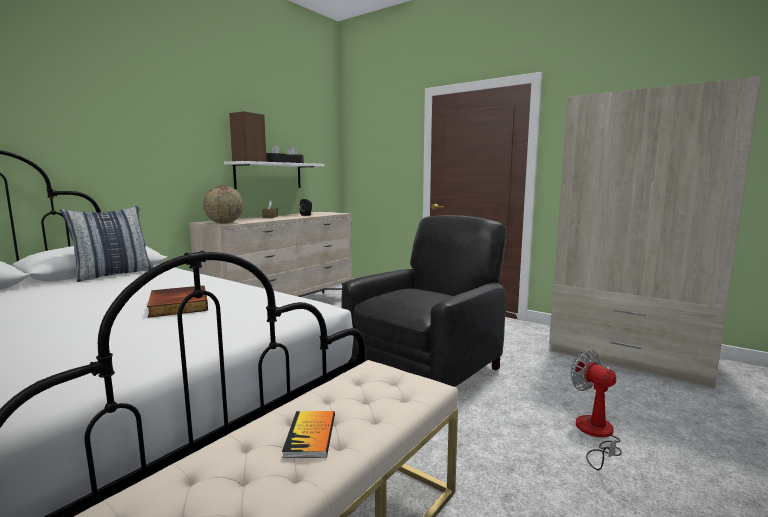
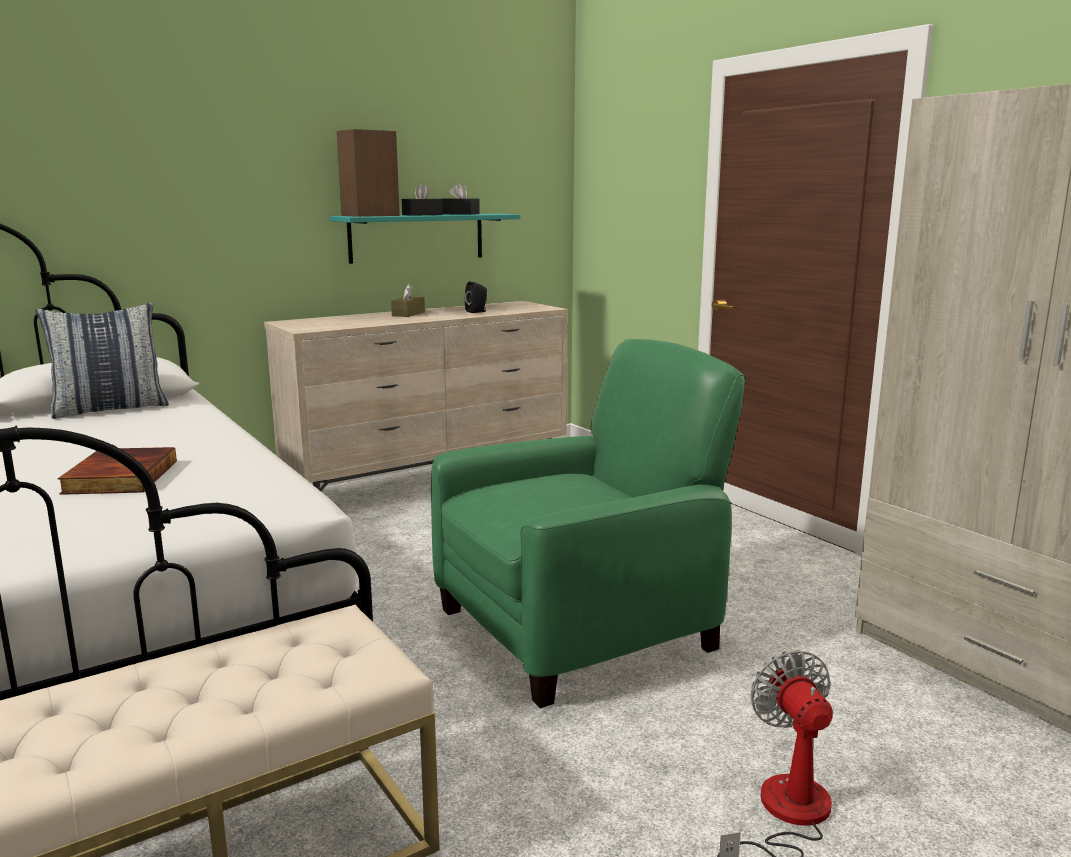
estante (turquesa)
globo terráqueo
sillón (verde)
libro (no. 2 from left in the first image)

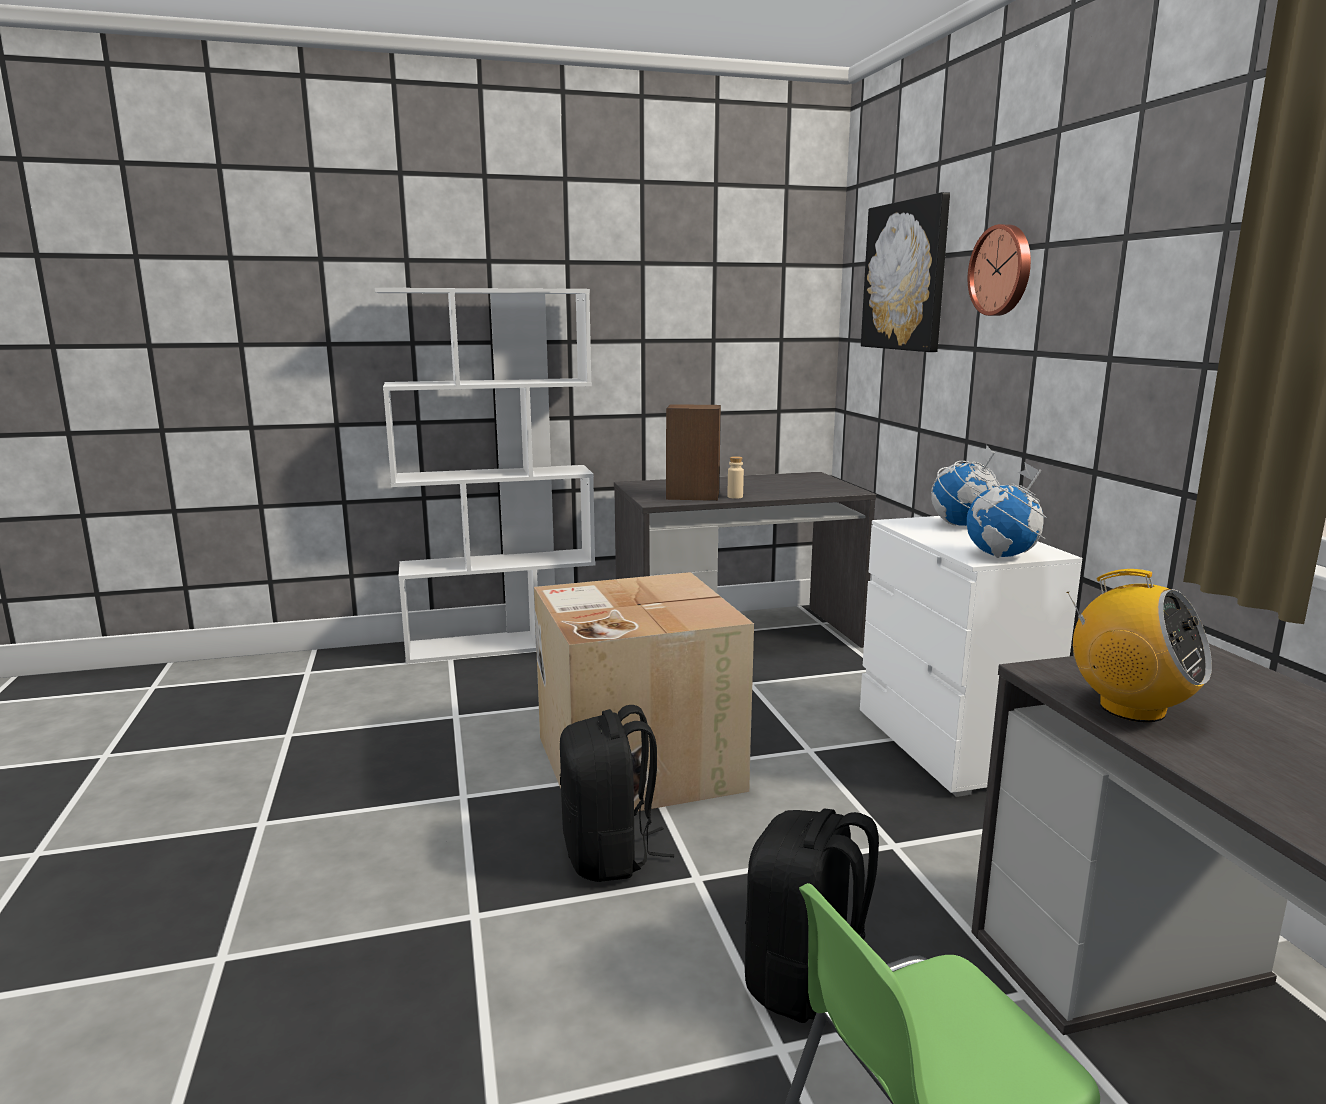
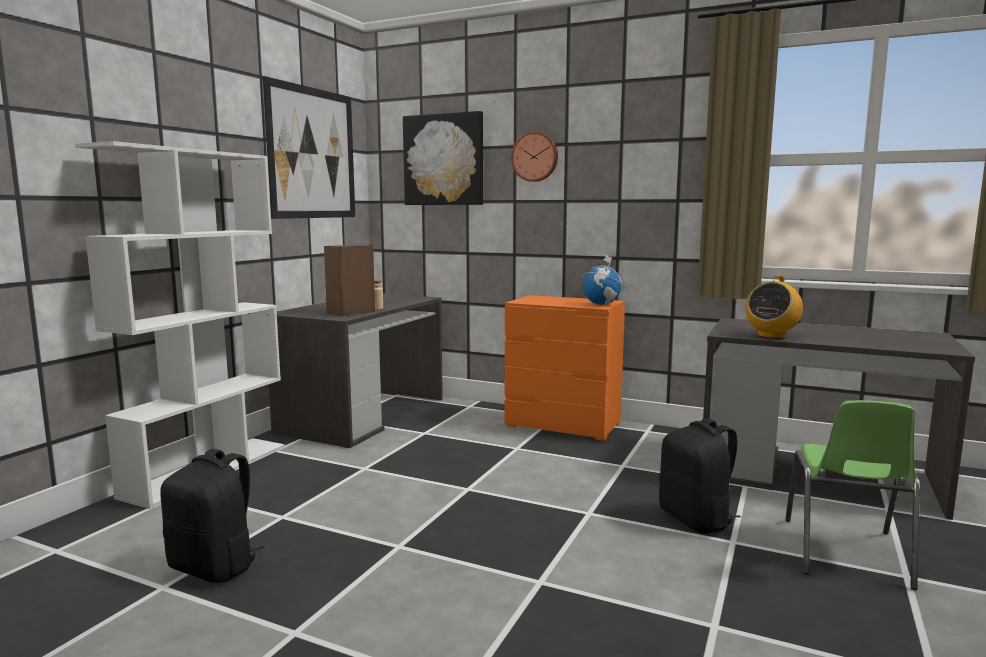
globo terráqueo (no. 1 from left in the first image)
cómoda (naranja)
radio
caja de cartón
mochila (negro) (no. 1 from left)
cuadro (no. 1 from left)

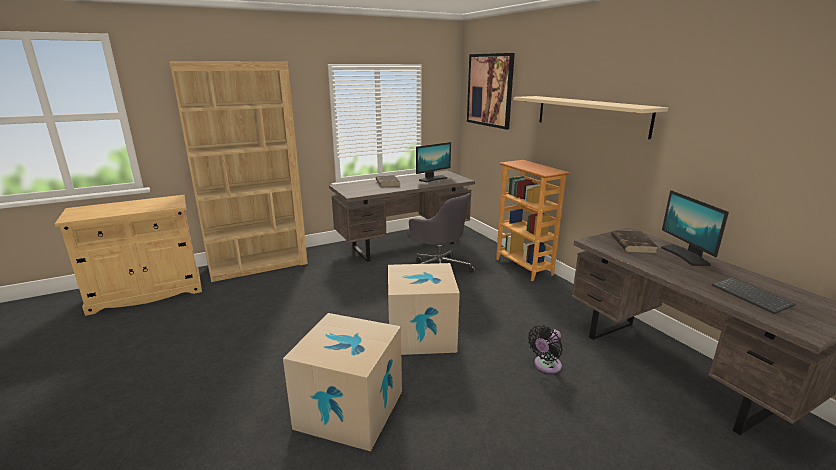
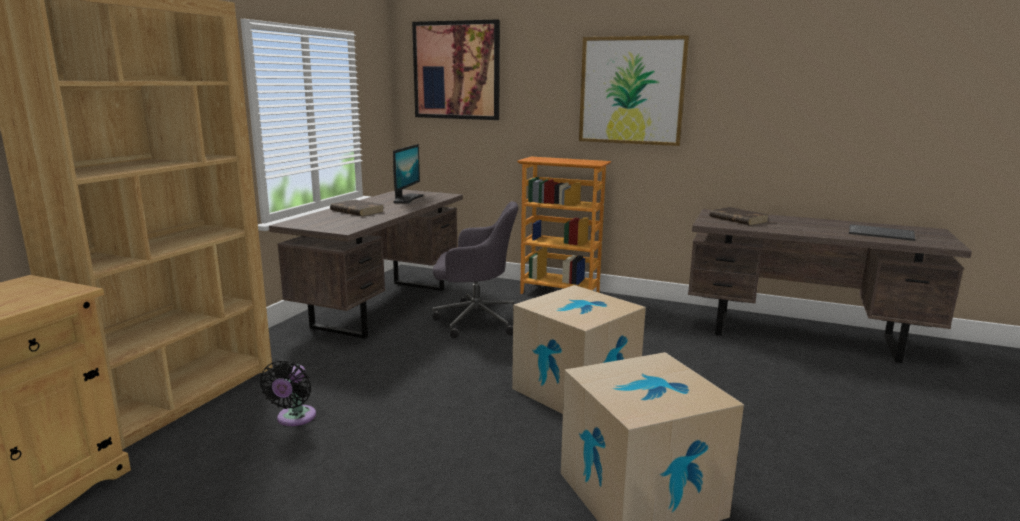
cuadro (no. 2 from left)
monitor (no. 2 from left in the first image)
ventilador (negro)

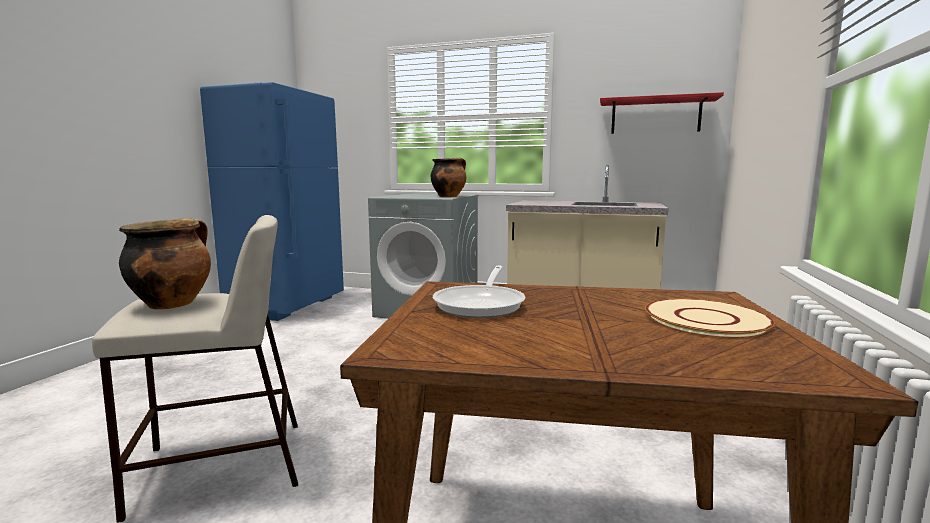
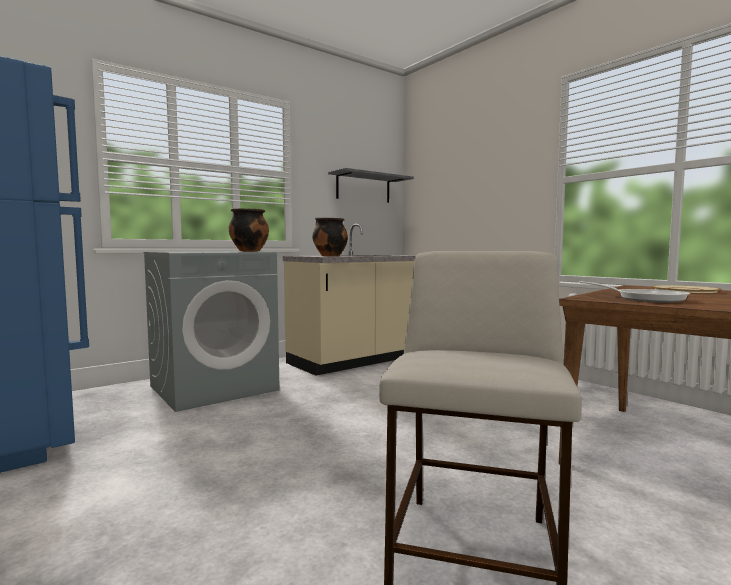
estante (gris)
olla (no. 2 from left)

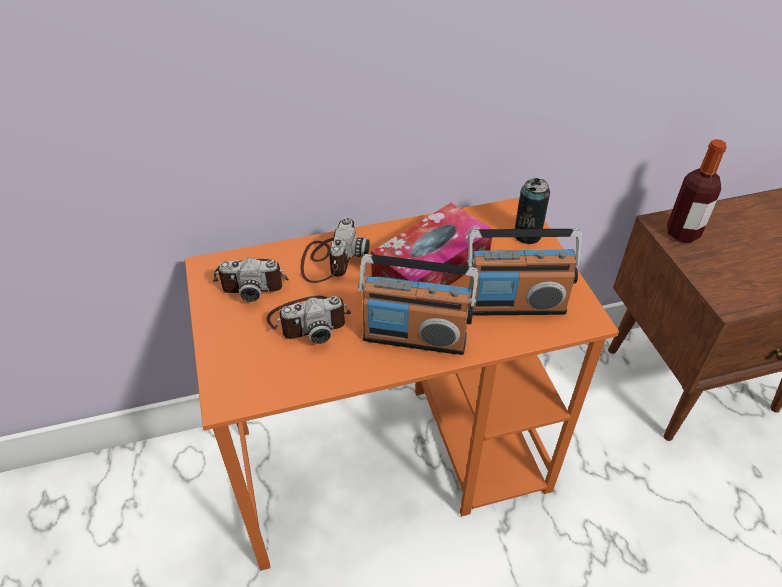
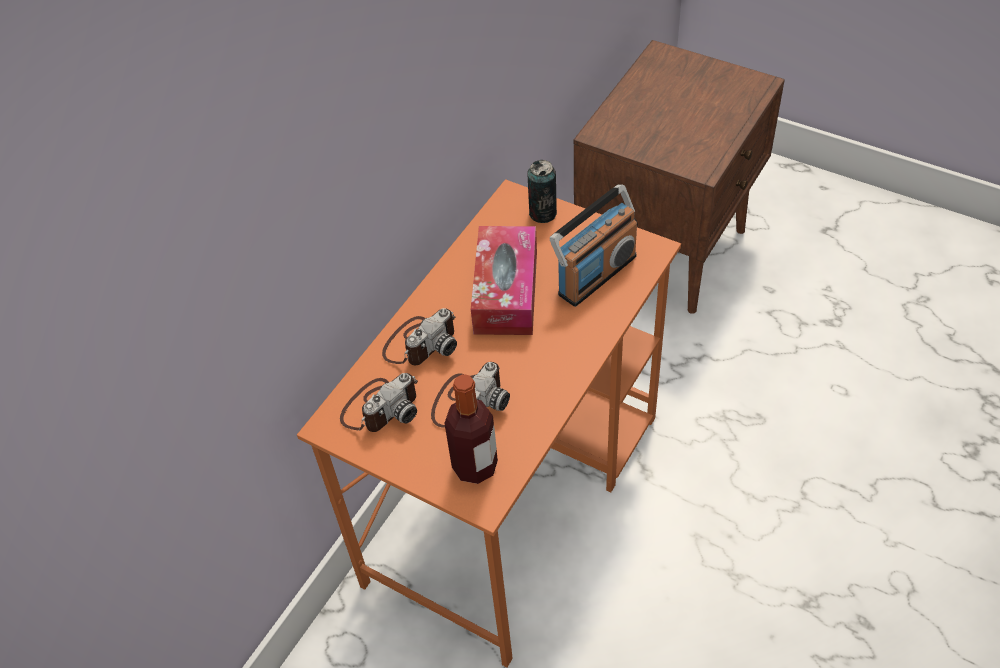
botella
cámara (no. 2 from left)
radio (no. 1 from left in the first image)

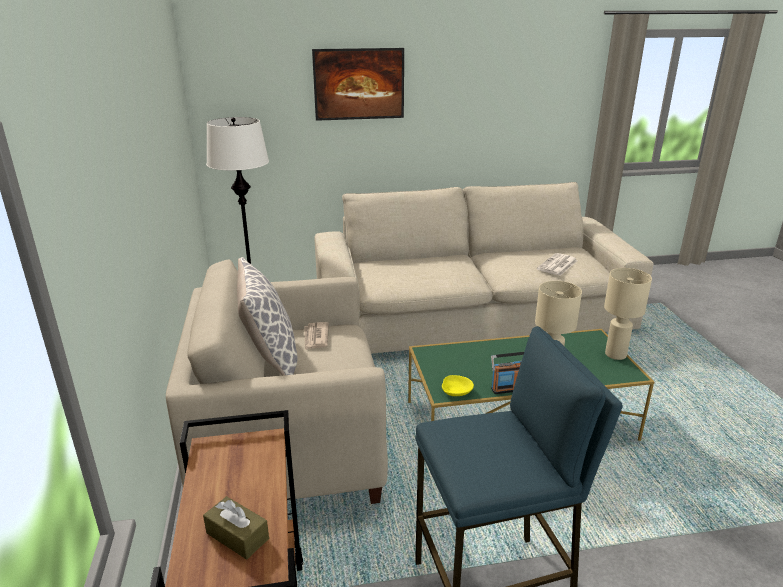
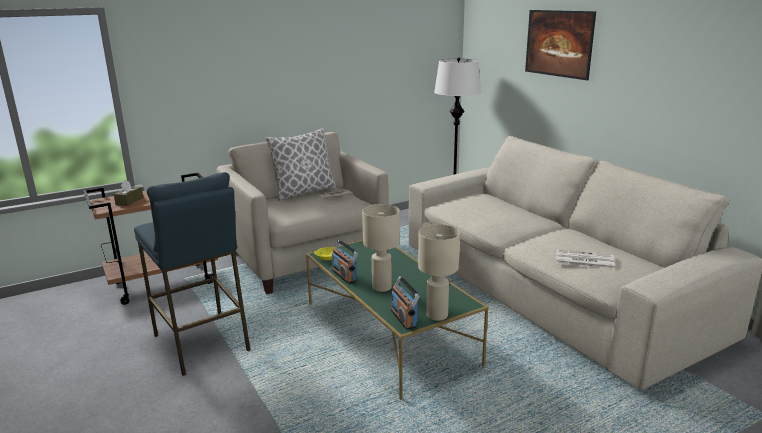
radio (no. 2 from left)

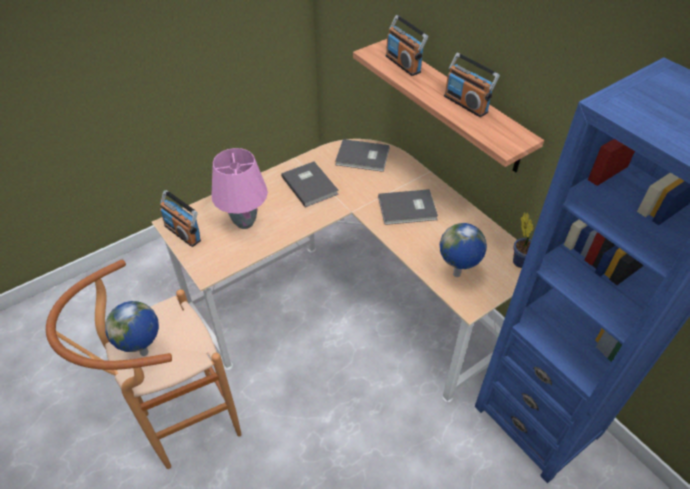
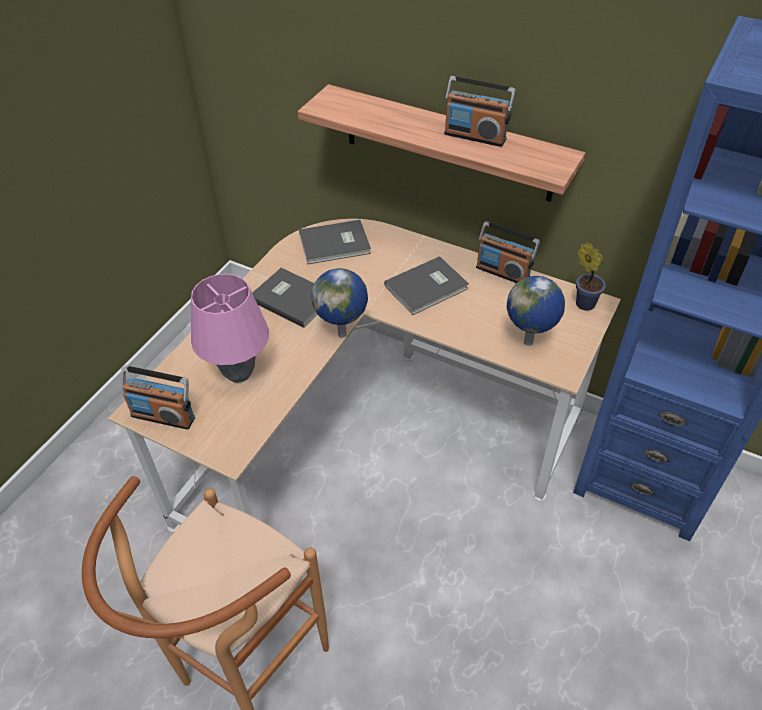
radio (no. 3 from left)
globo terráqueo (no. 1 from left)

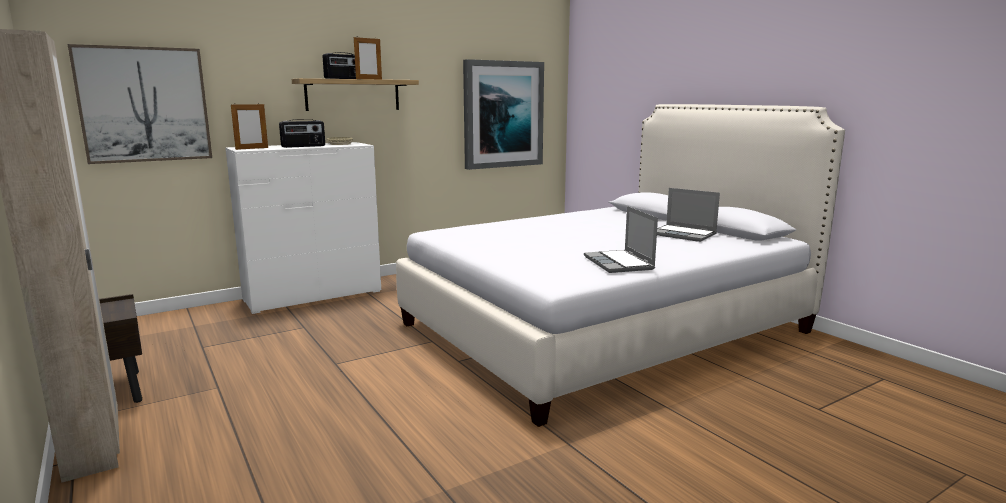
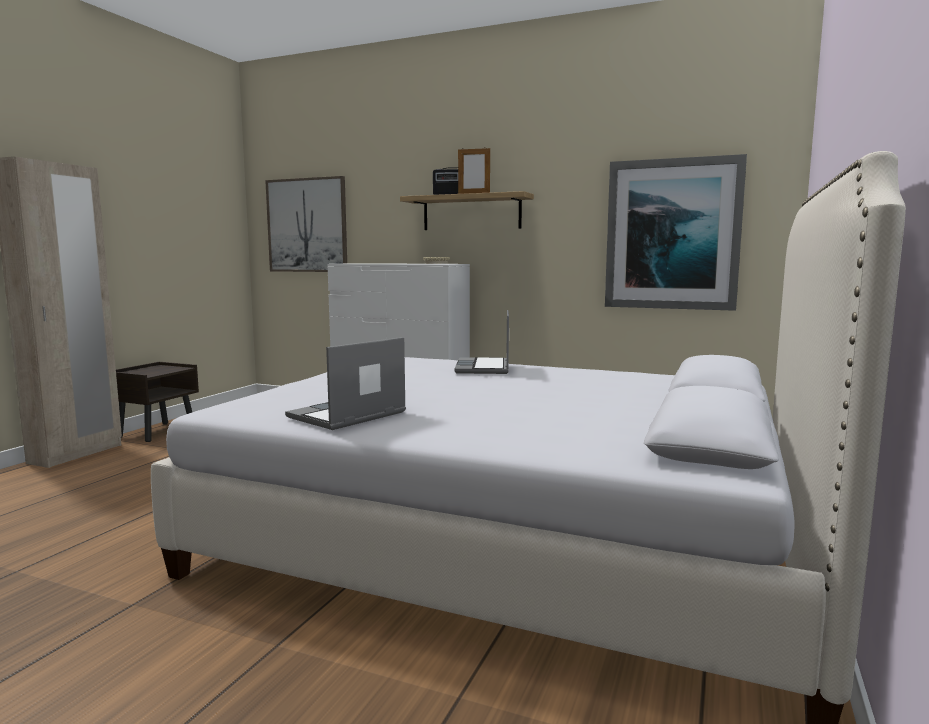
portarretratos (no. 1 from left in the first image)
radio (no. 1 from left in the first image)
portátil (no. 2 from left)

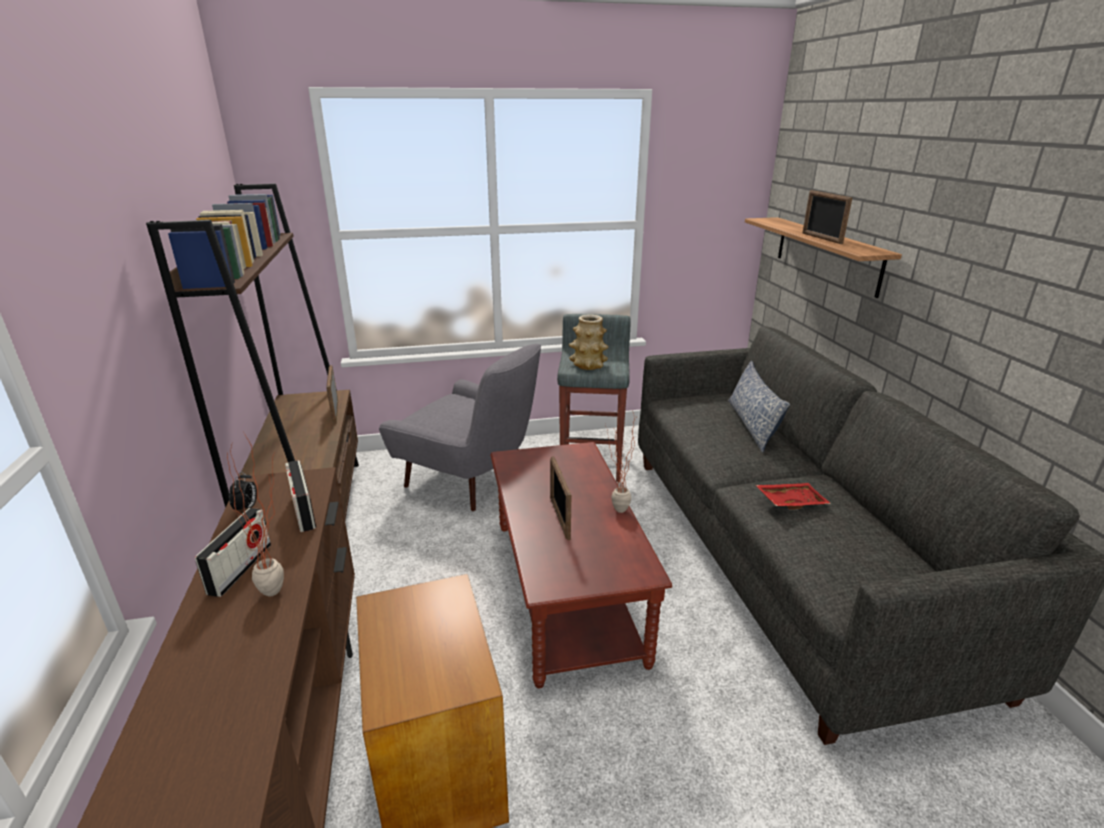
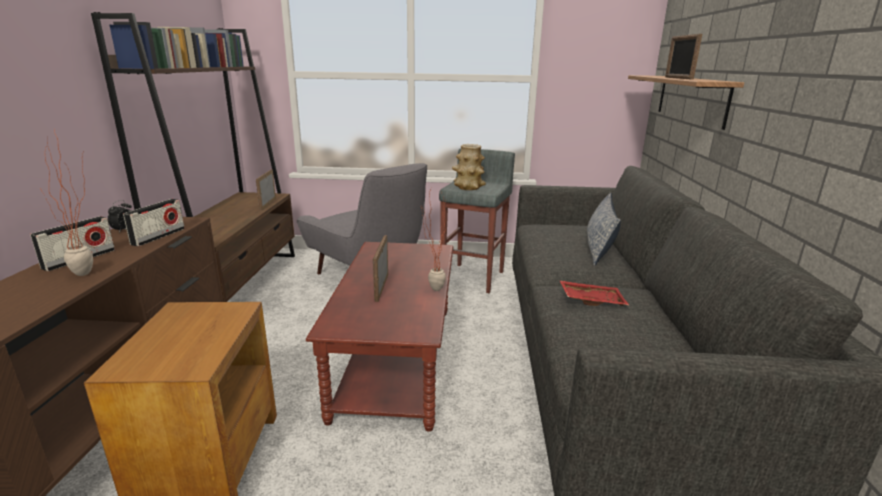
radio (no. 2 from left)

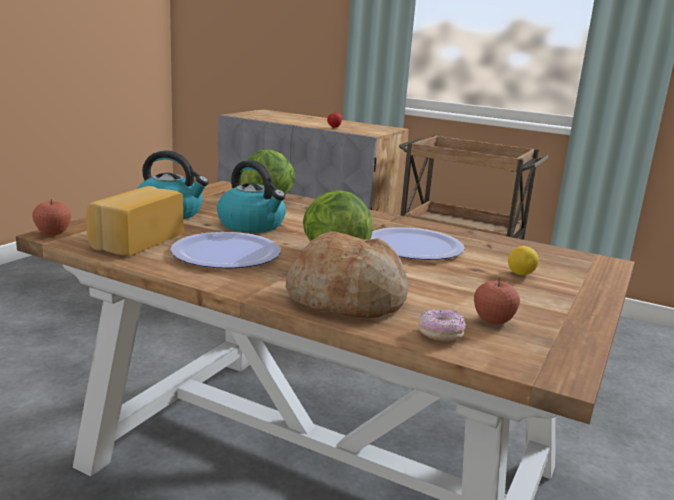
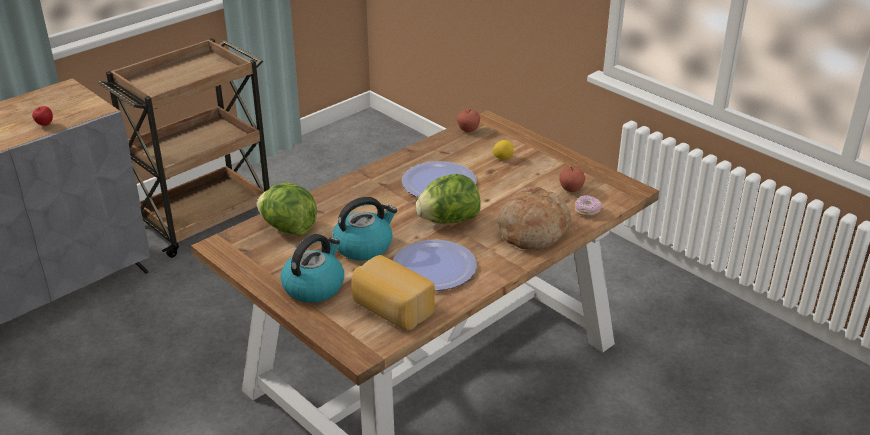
manzana (no. 2 from left)

